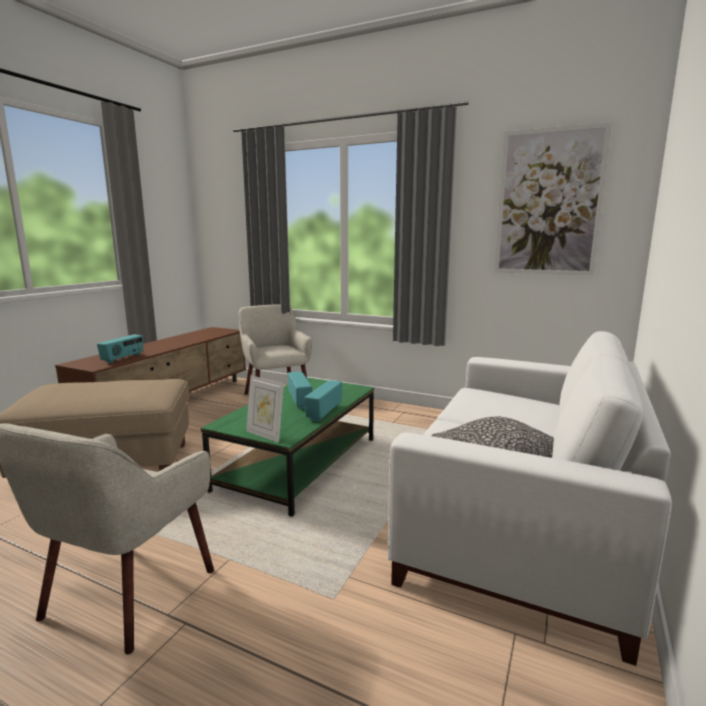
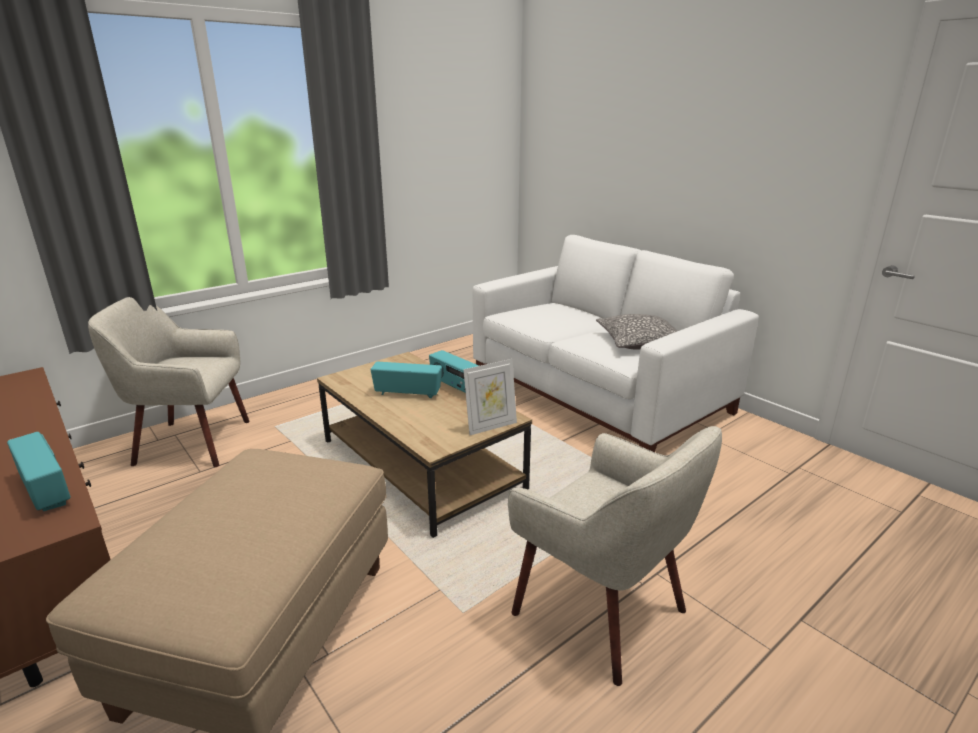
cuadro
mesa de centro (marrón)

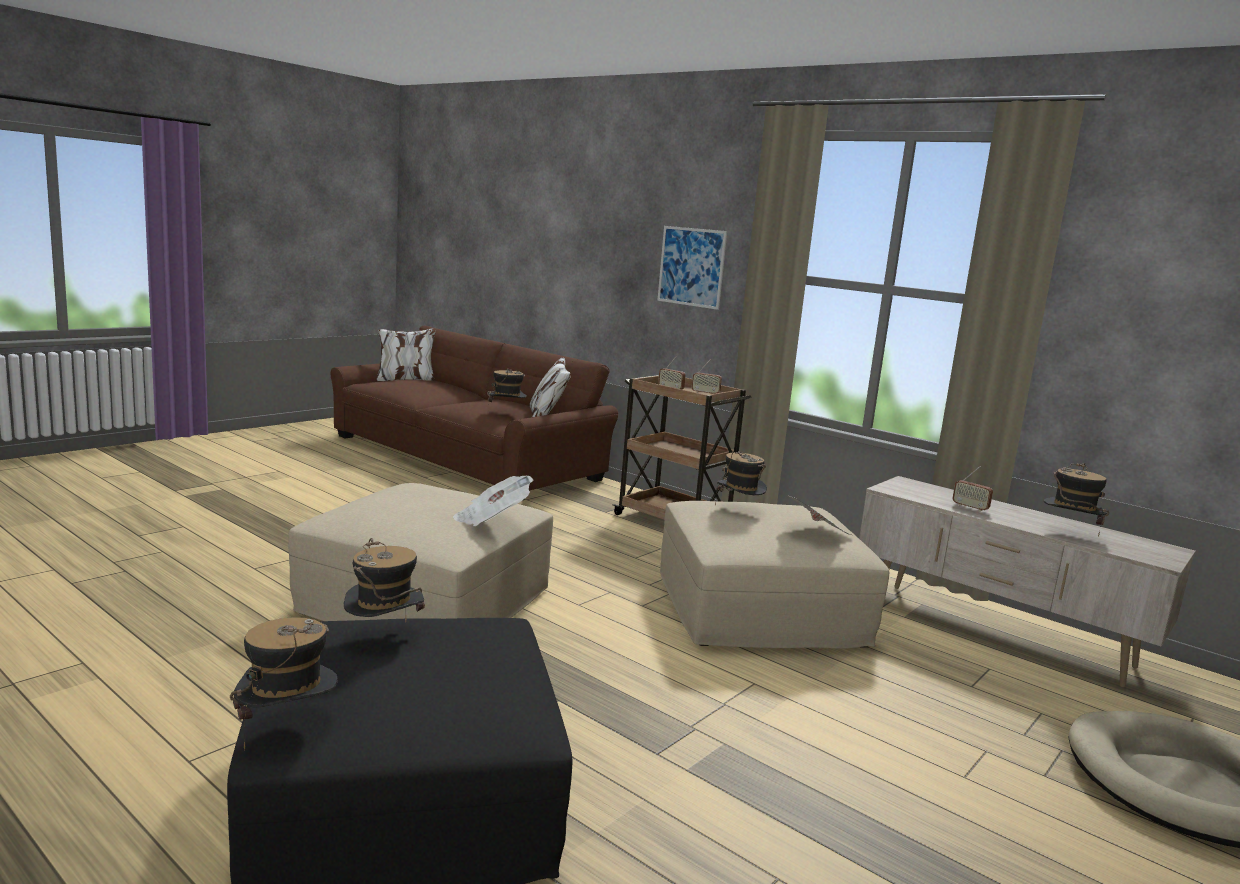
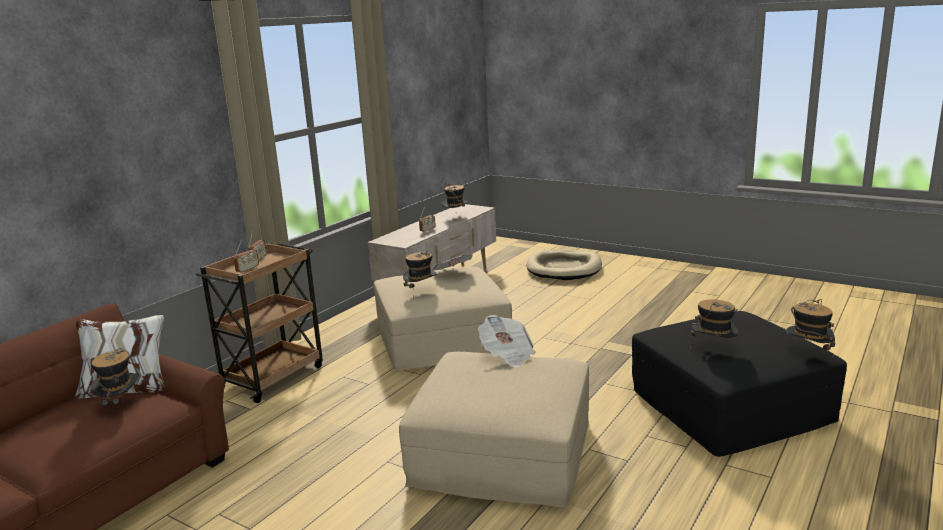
cuadro

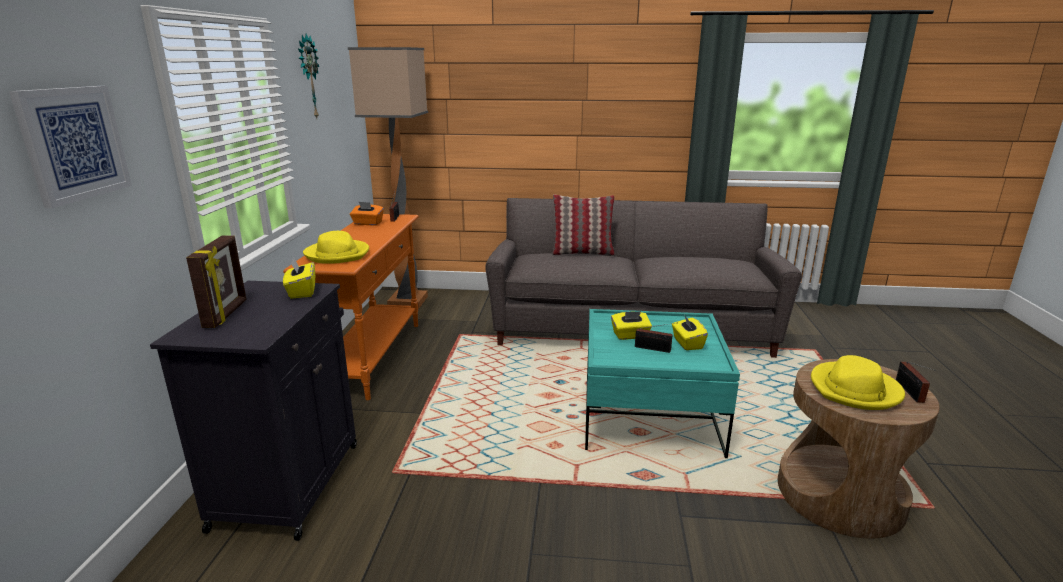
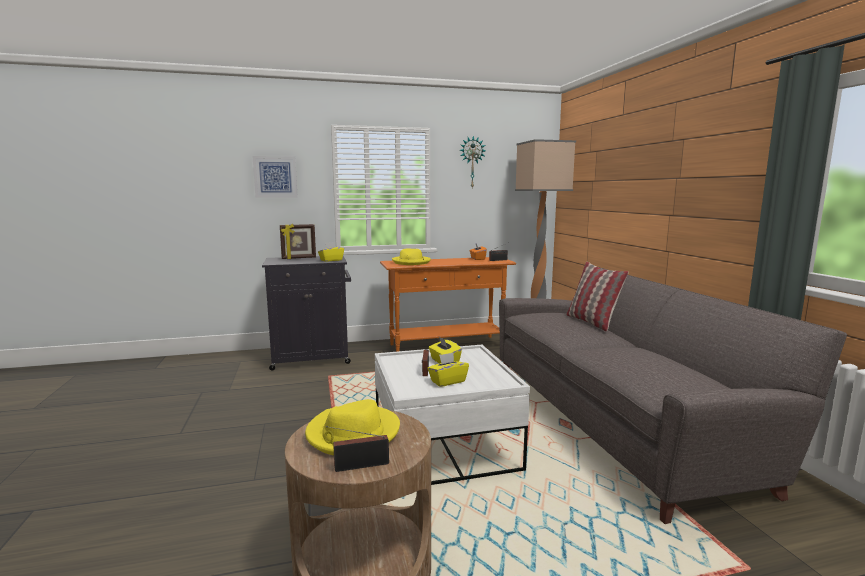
mesa de centro (blanco)

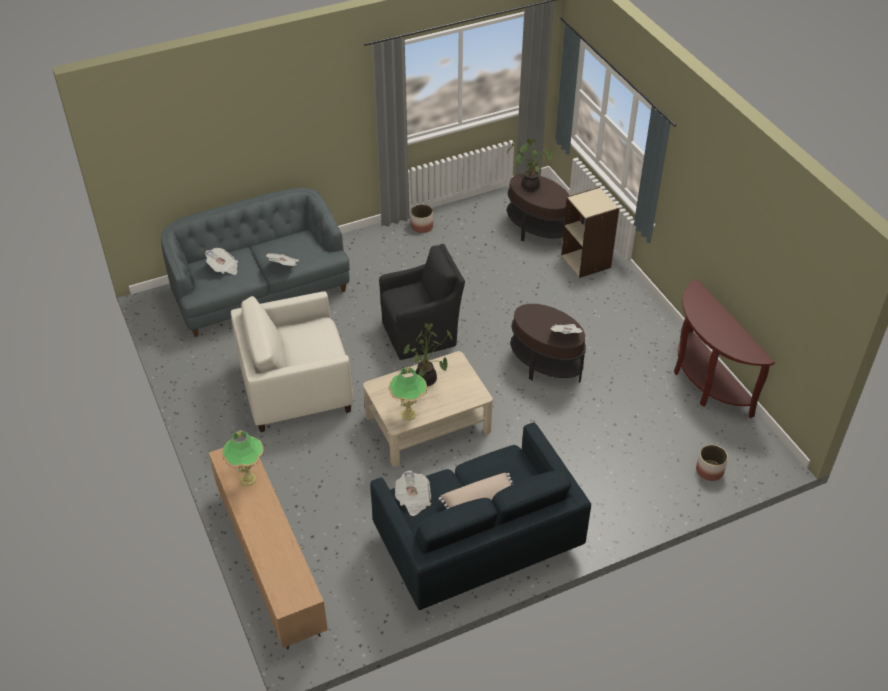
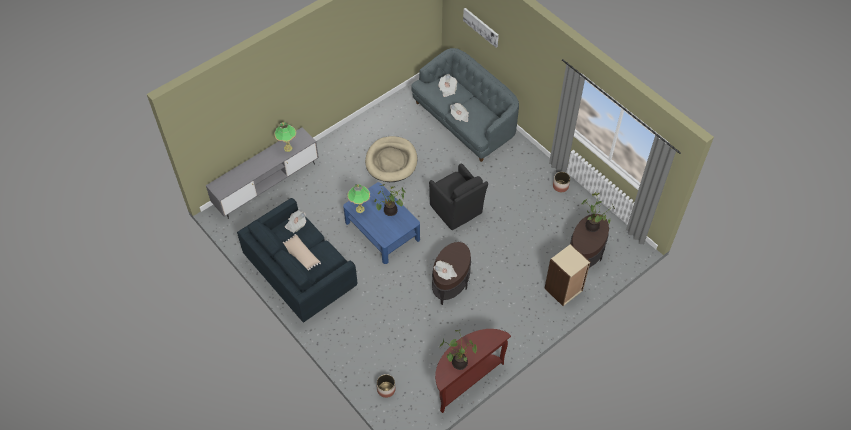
cama para perro (beis)
mesa de centro (azul)
mueble de televisión (gris)
cuadro
planta en maceta (no. 2 from left)

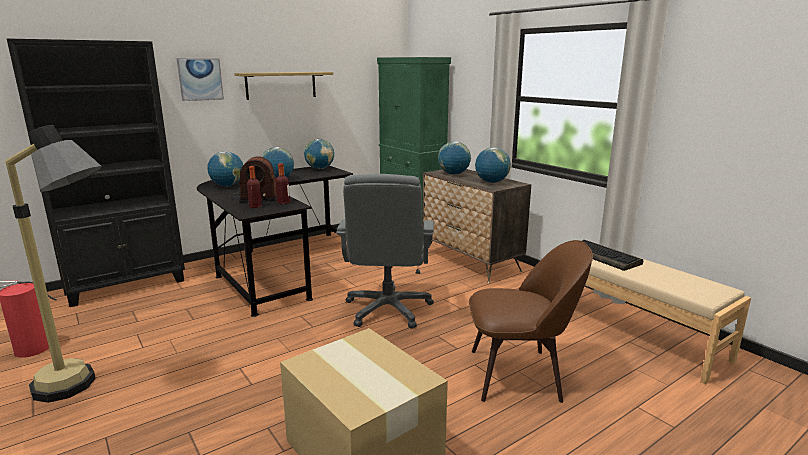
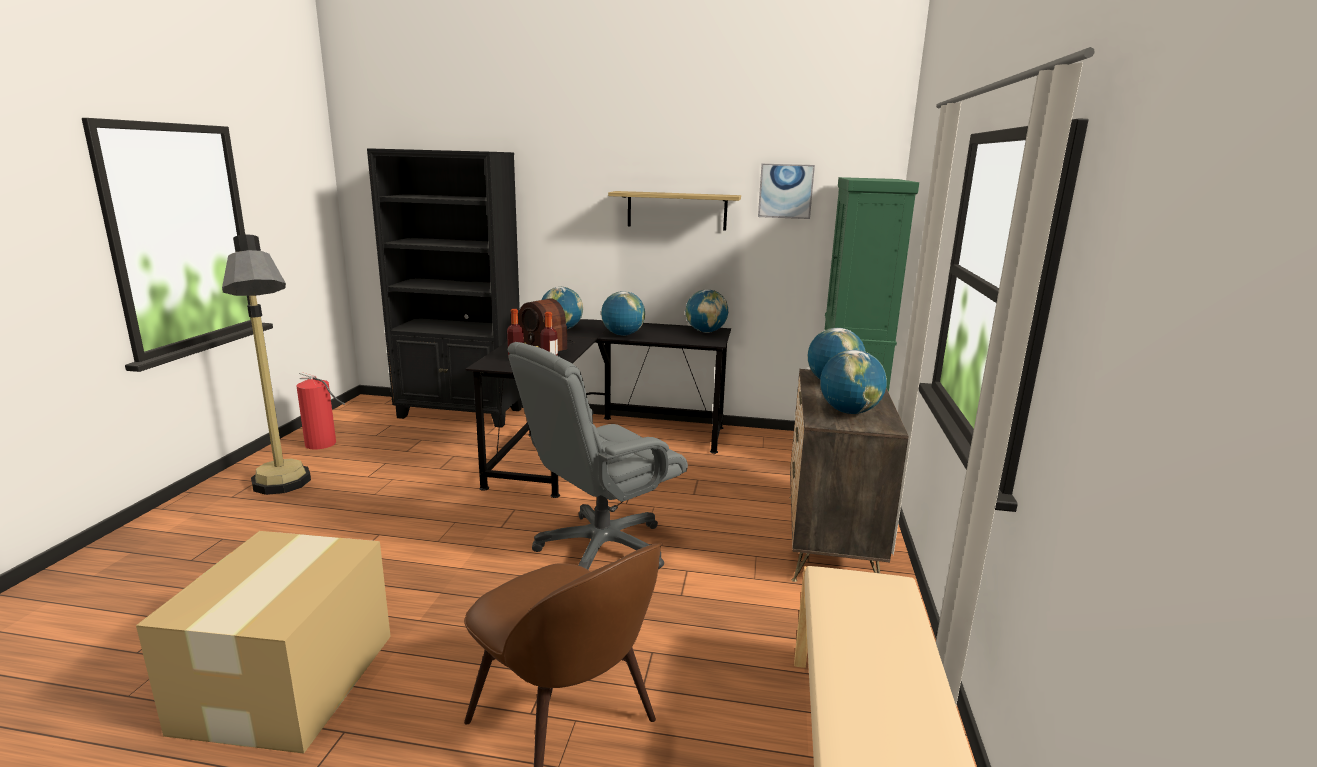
cuadro
teclado

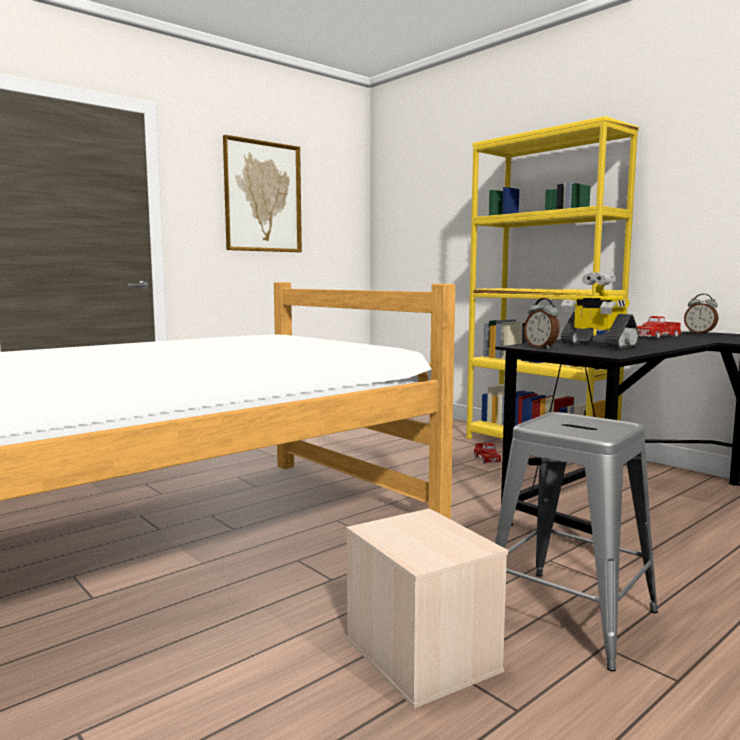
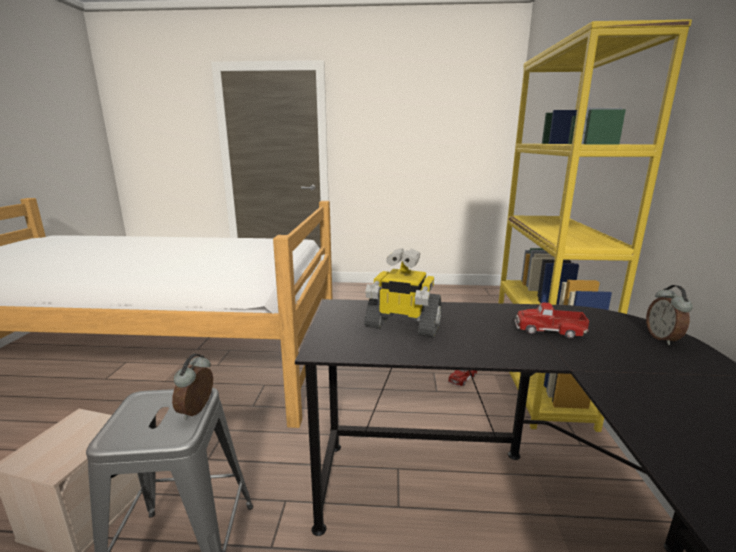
cuadro
robot de juguete
despertador (no. 1 from left)

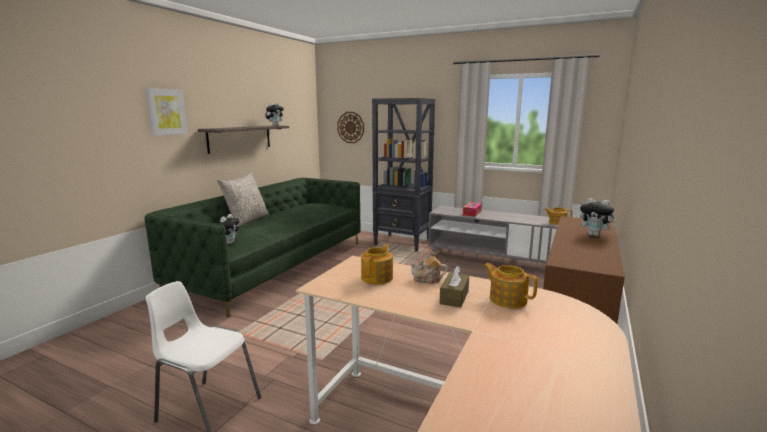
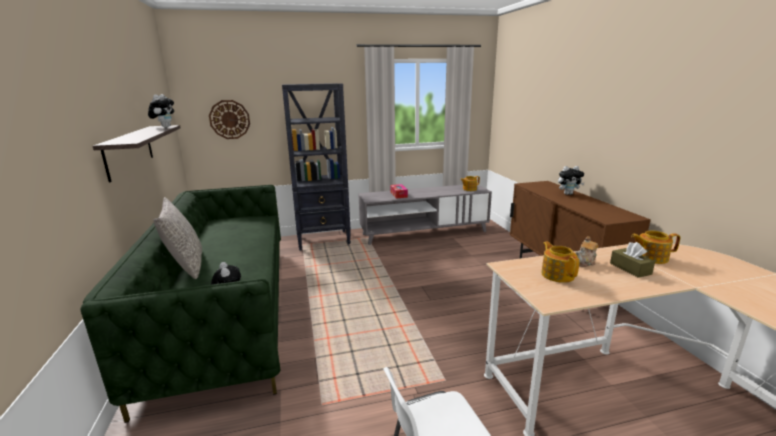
cuadro

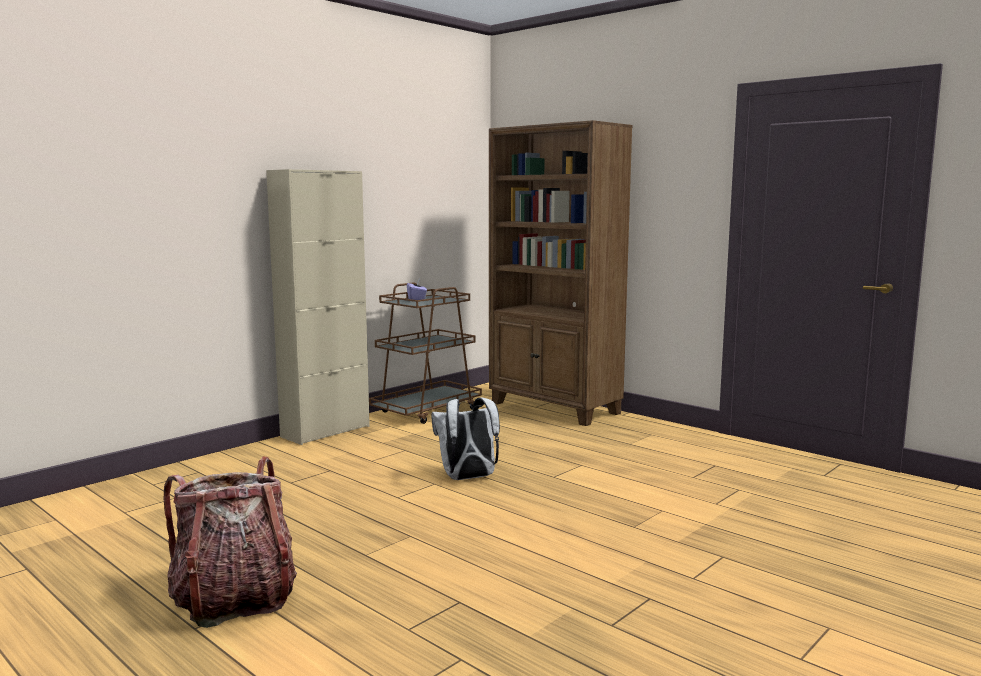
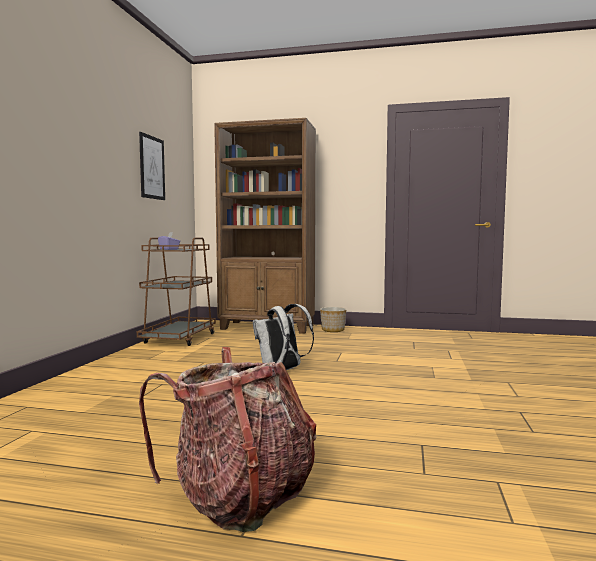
armario (beis)
cuadro
maceta

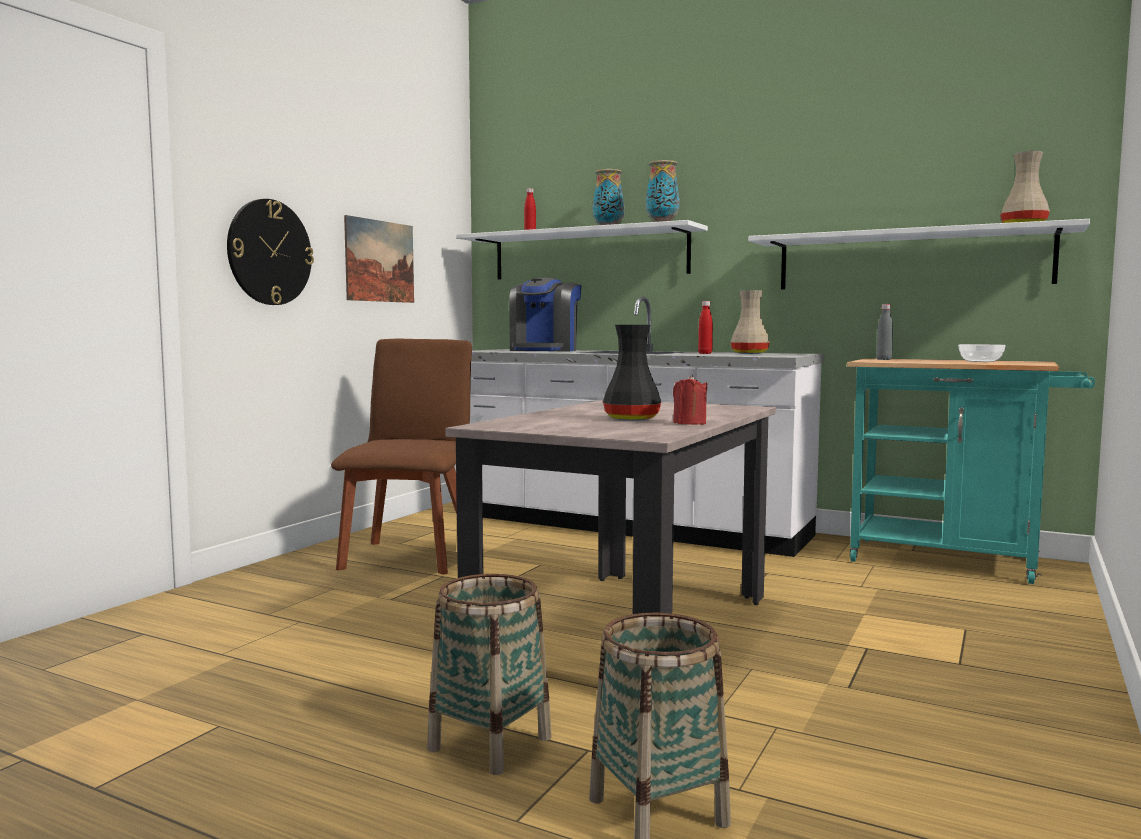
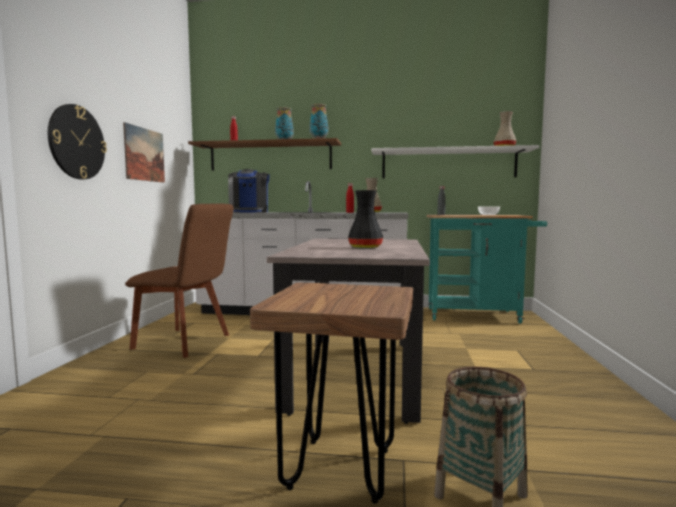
estante (marrón)
silla (marrón)
vela (rojo)
taburete (marrón)

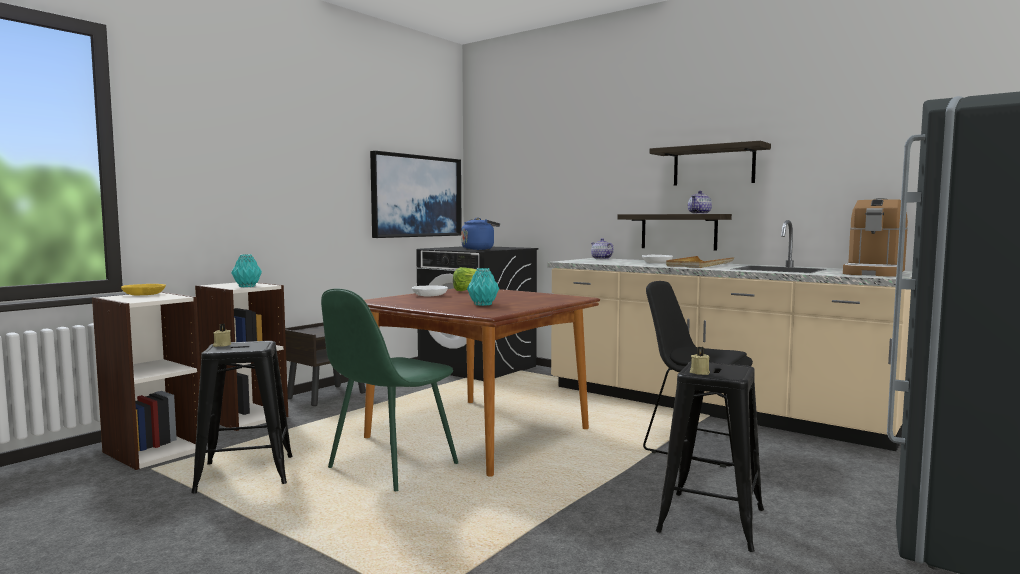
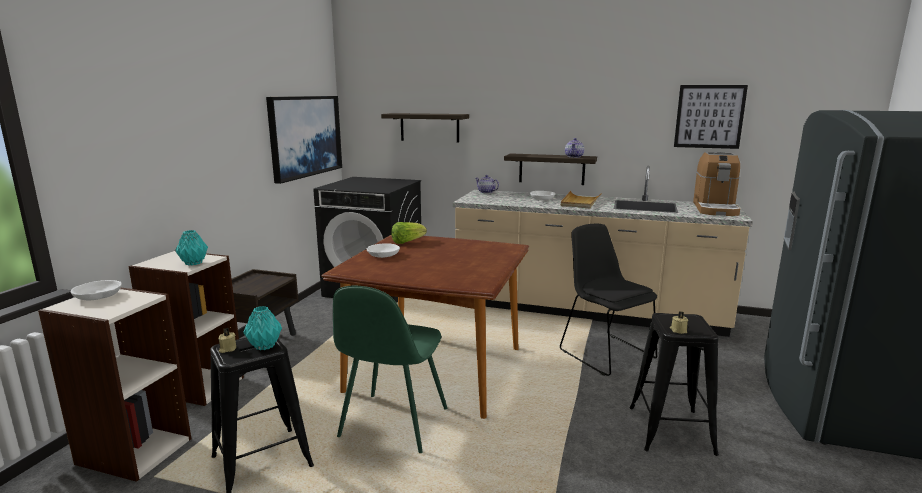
estante (no. 1 from left)
hervidor (azul)
florero (turquesa) (no. 2 from left)
silla (negro)
cuenco (blanco) (no. 1 from left)
cuadro (no. 2 from left)

